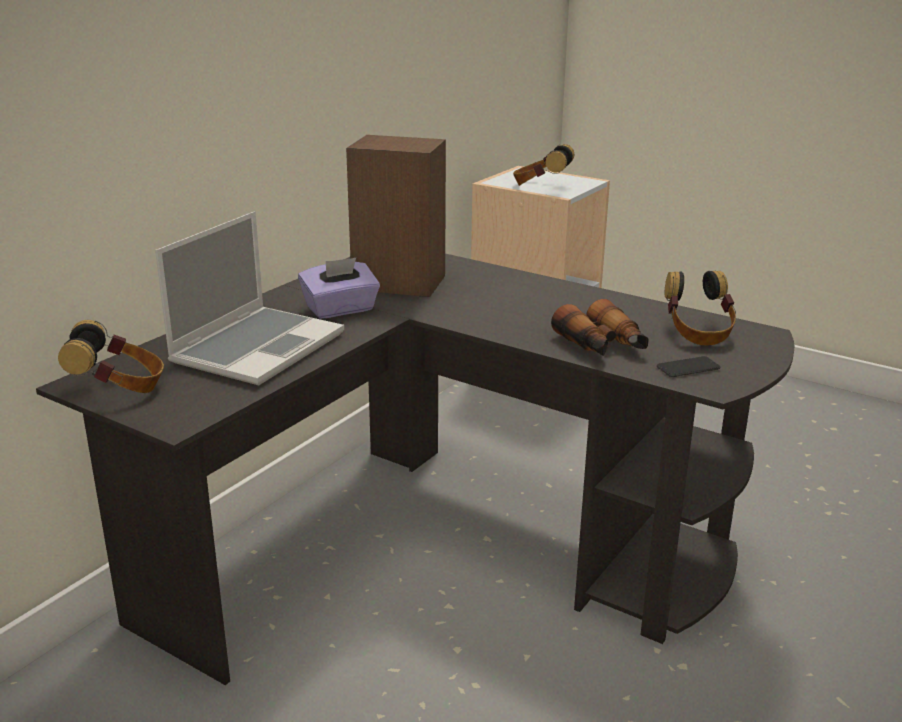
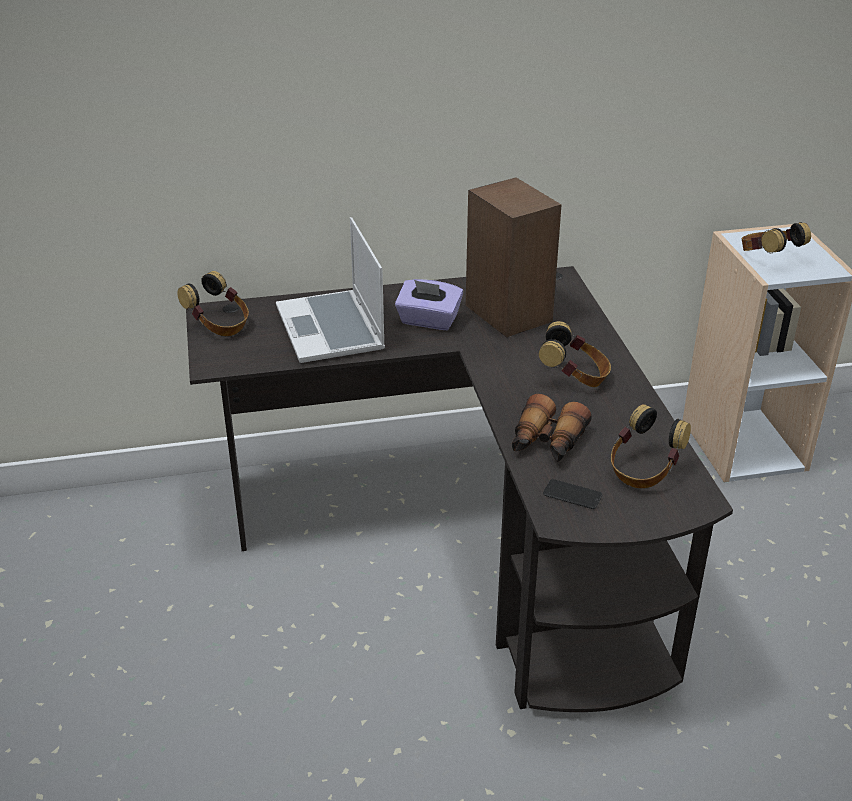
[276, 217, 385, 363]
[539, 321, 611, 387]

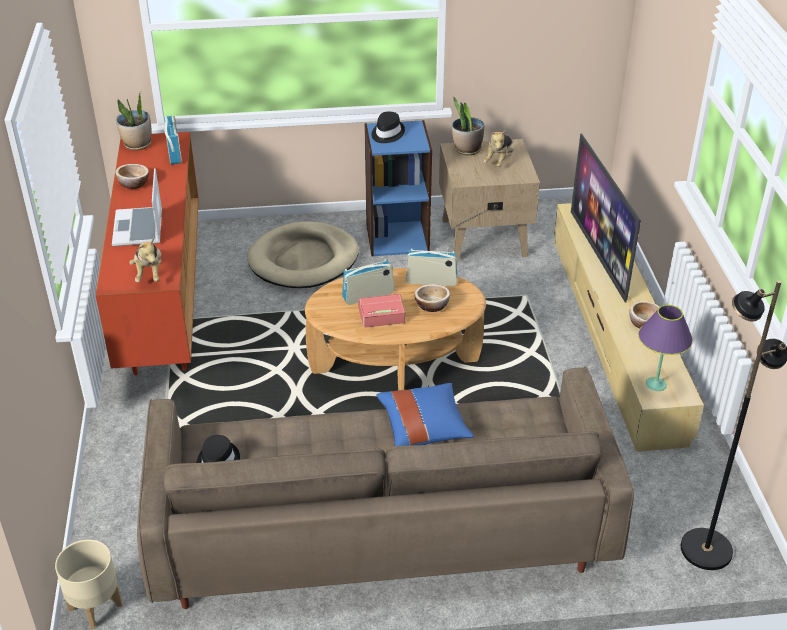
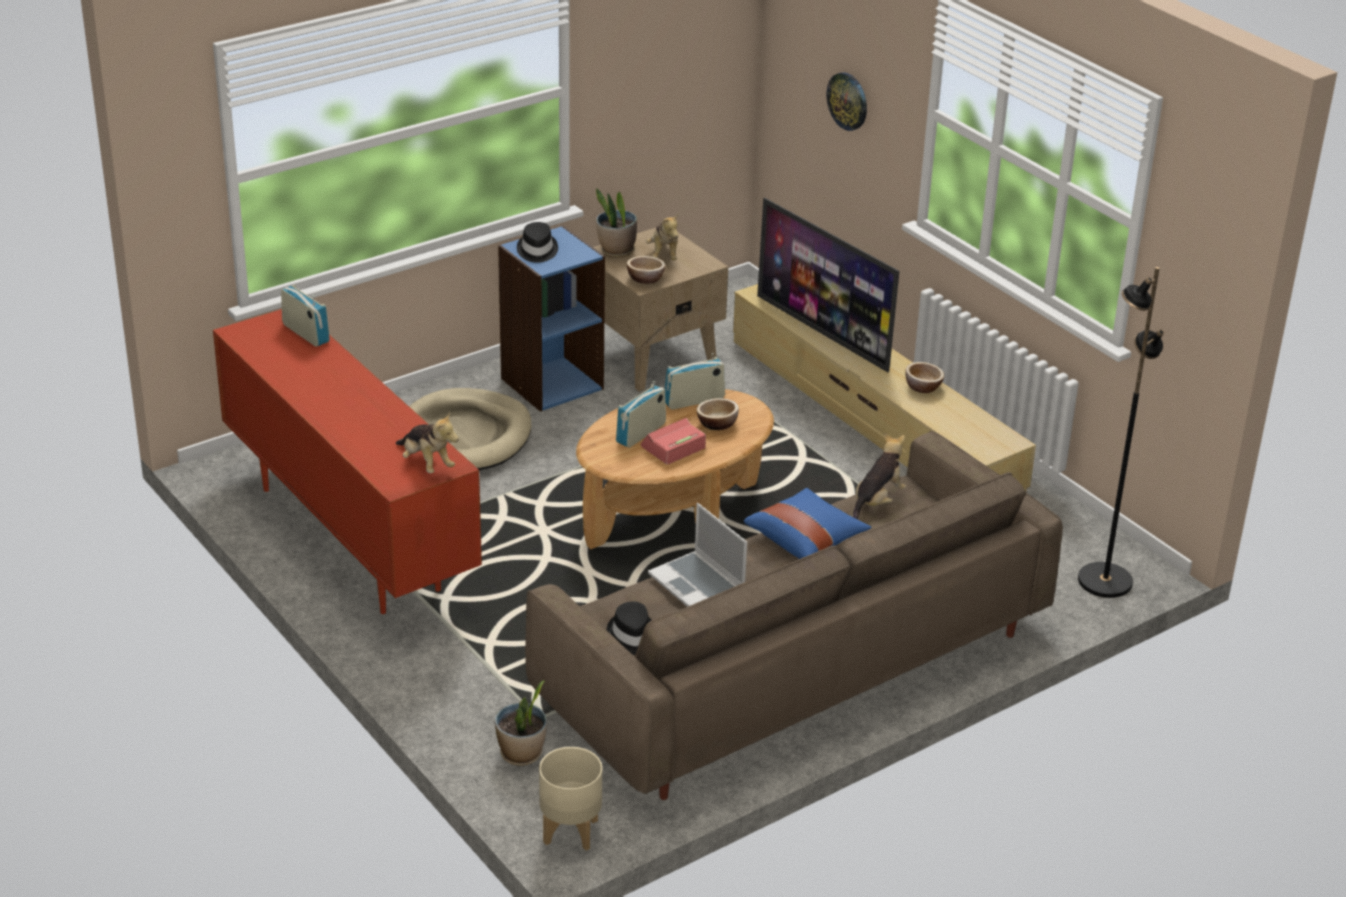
[495, 681, 547, 766]
[627, 256, 665, 284]
[648, 503, 747, 607]
[638, 305, 693, 391] (first image)
[827, 72, 867, 131]
[853, 433, 906, 520]

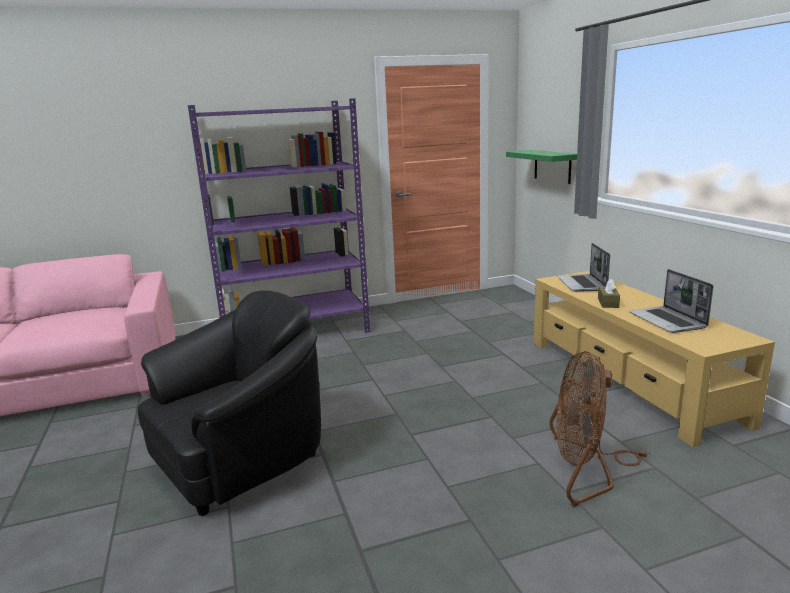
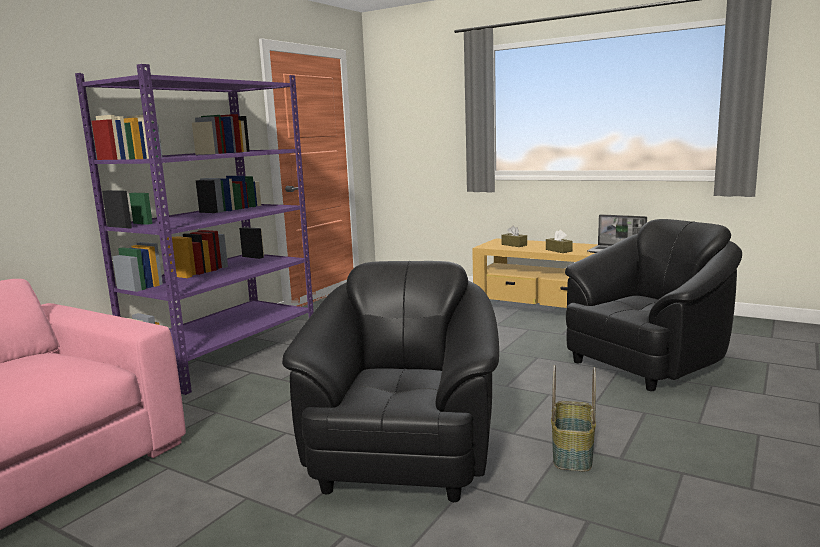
[506, 150, 577, 184] (first image)
[501, 225, 527, 247]
[565, 219, 742, 391]
[551, 365, 596, 471]

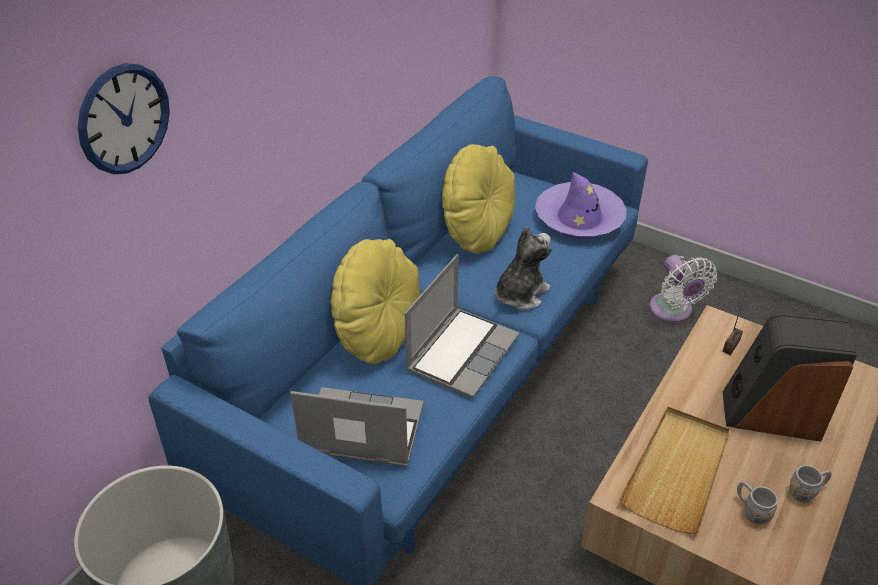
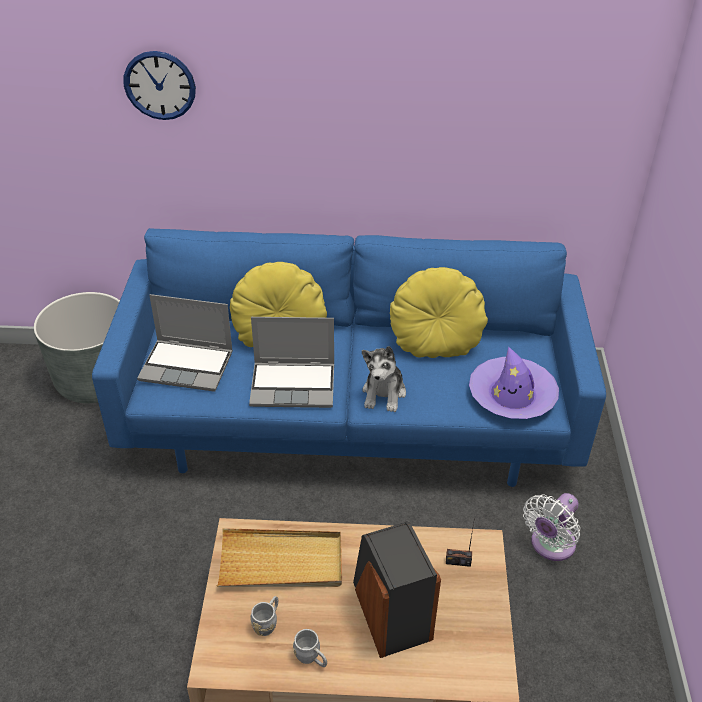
[362, 346, 406, 412]
[137, 294, 233, 391]

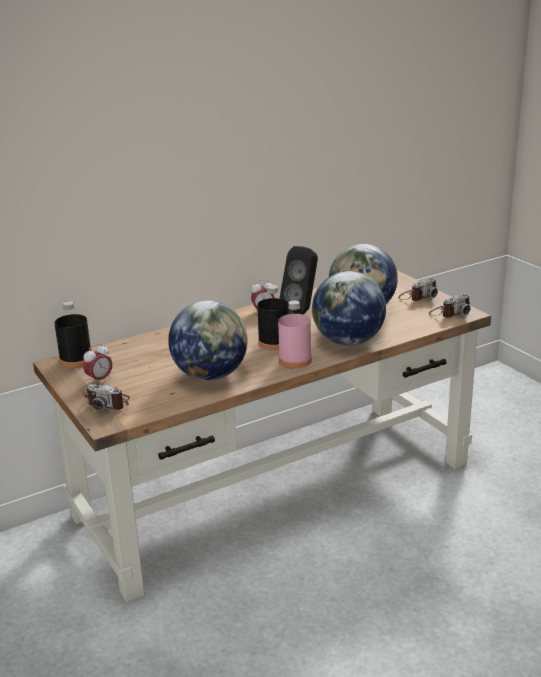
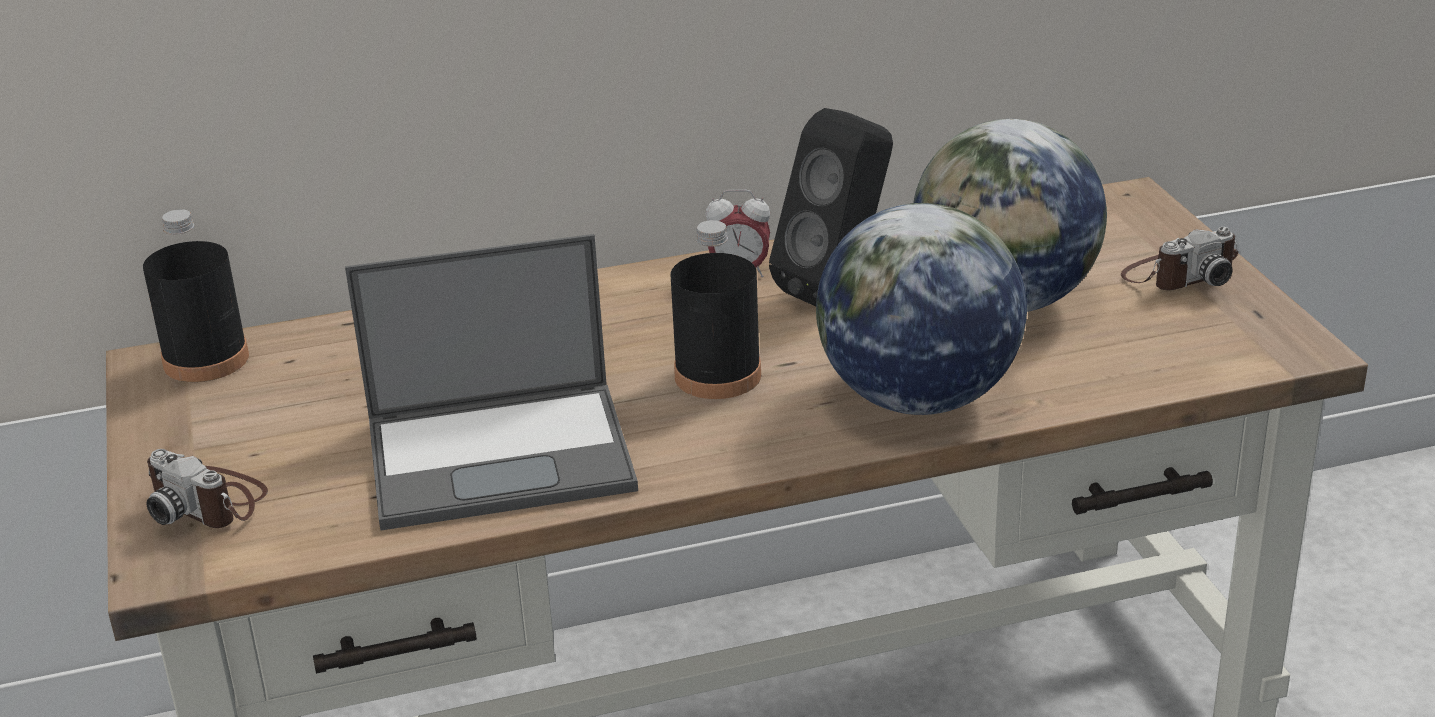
[429, 293, 471, 318] (first image)
[278, 300, 312, 369] (first image)
[345, 234, 638, 530]
[83, 343, 112, 385] (first image)

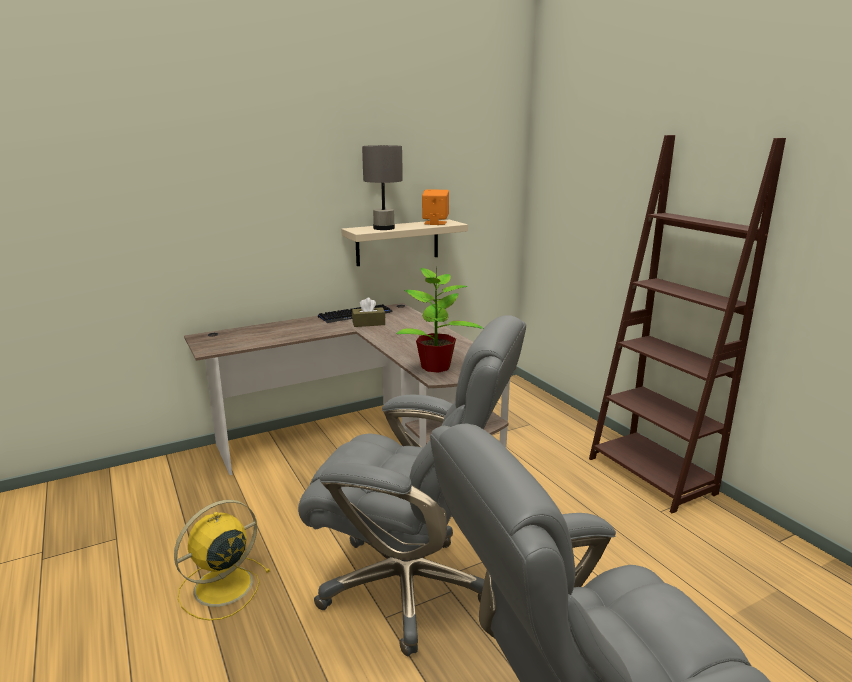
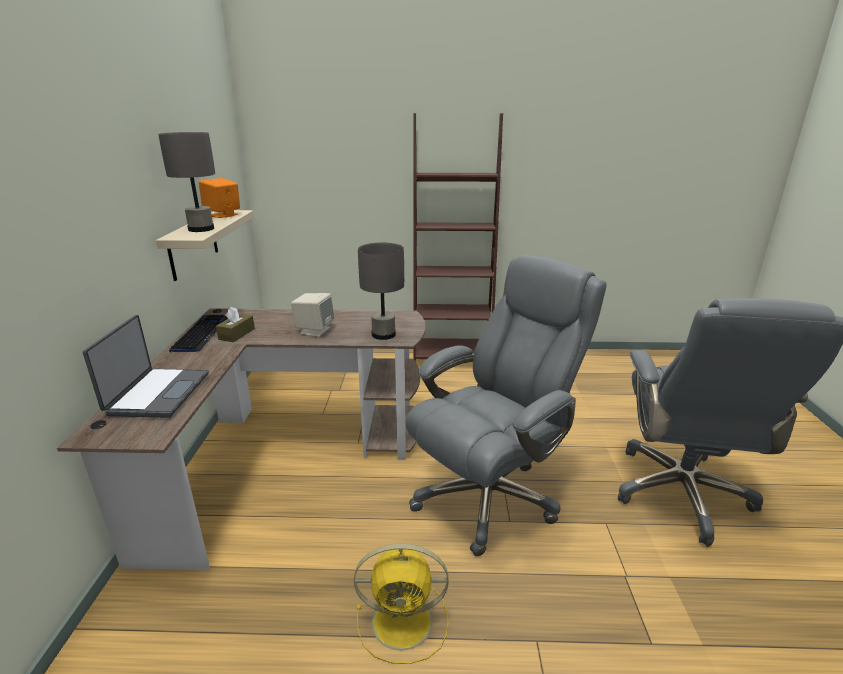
[358, 243, 404, 340]
[354, 544, 448, 664]
[291, 293, 335, 337]
[83, 315, 209, 418]

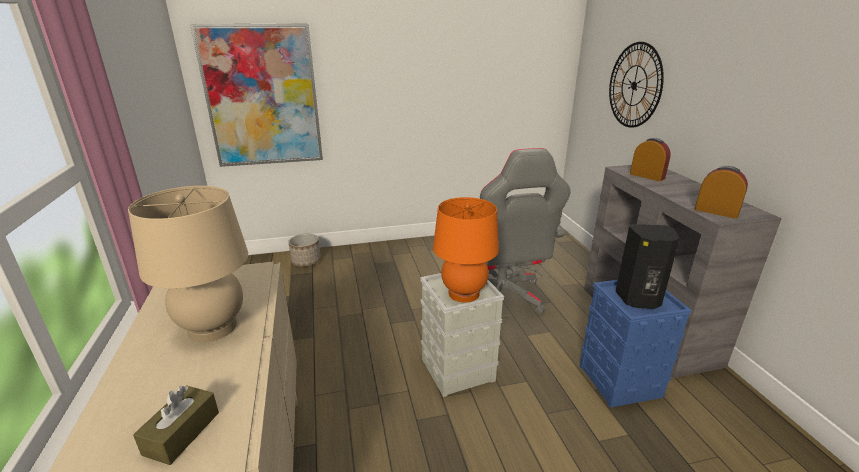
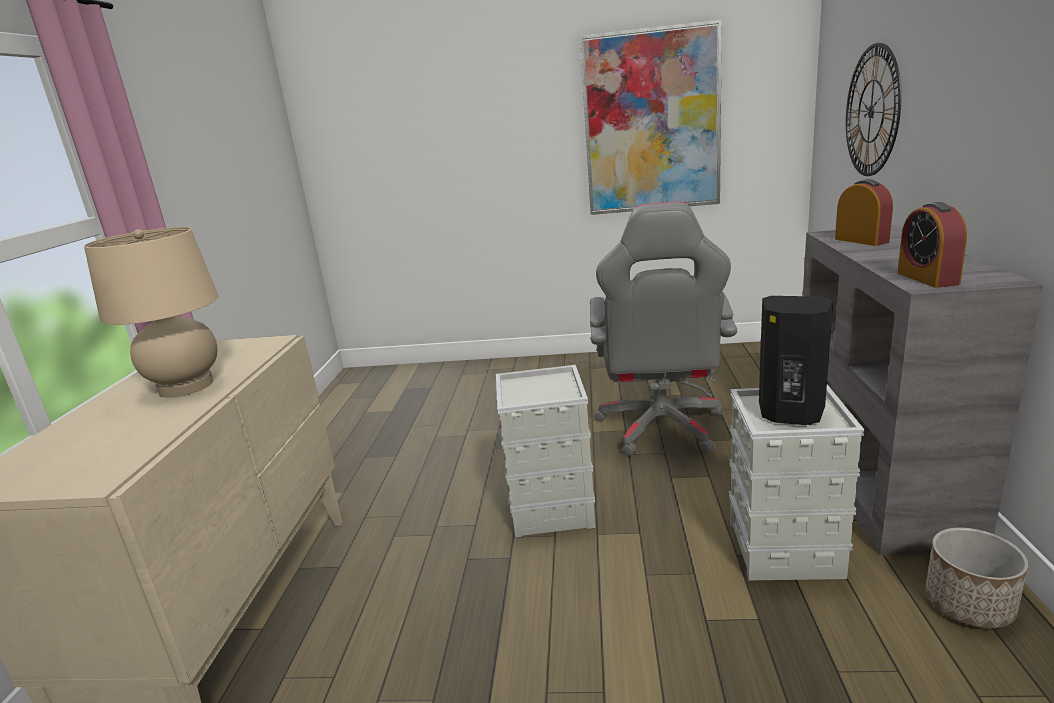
[580, 20, 722, 215]
[897, 202, 967, 288]
[433, 197, 499, 302] (first image)
[926, 528, 1028, 628]
[729, 385, 865, 580]
[133, 385, 219, 465] (first image)

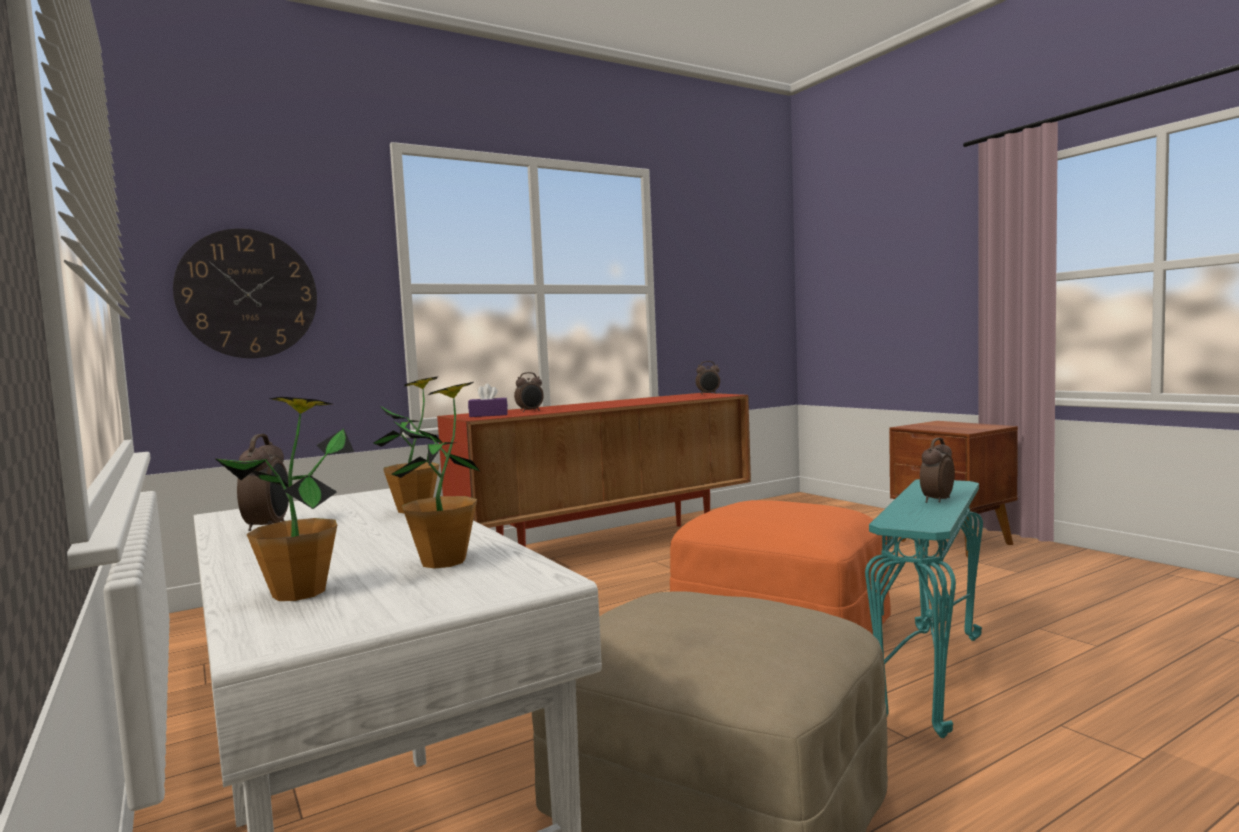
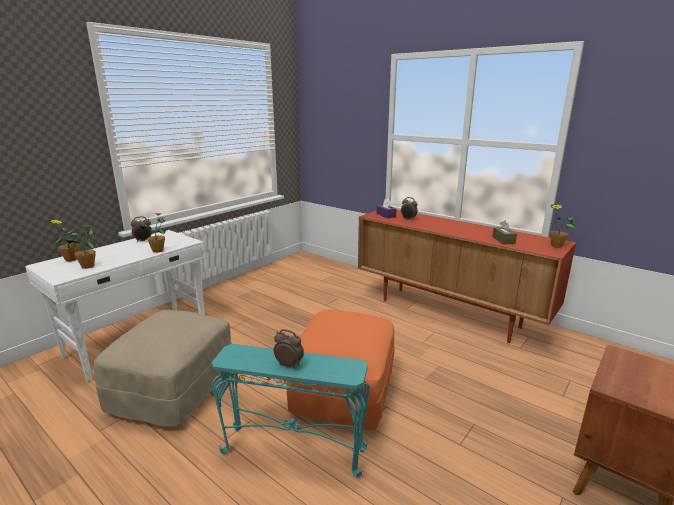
[173, 228, 317, 358] (first image)
[550, 204, 575, 248]
[492, 220, 517, 244]

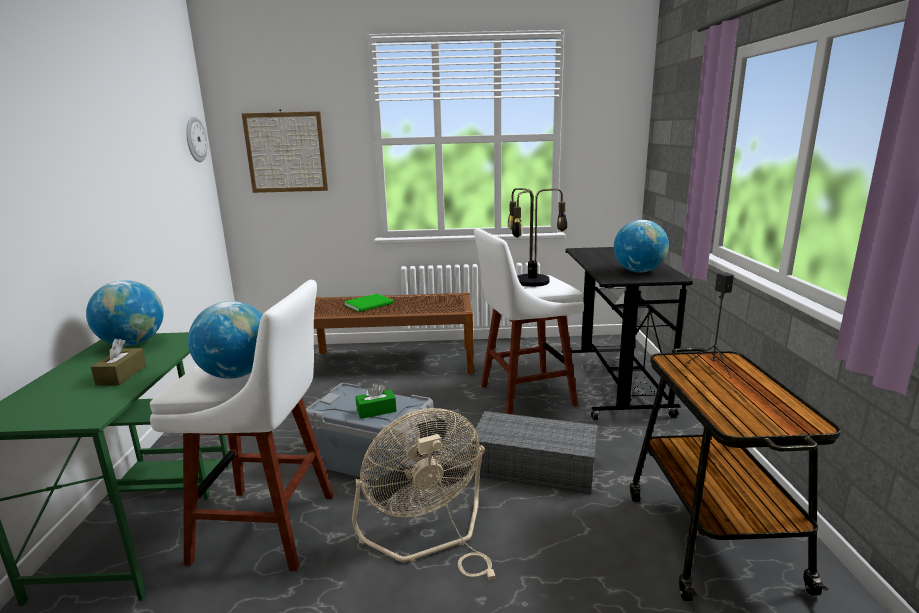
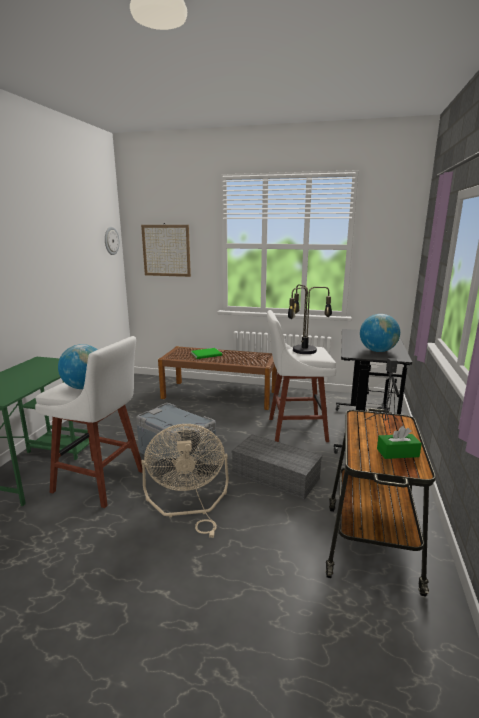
[86, 280, 164, 346] (first image)
[91, 339, 146, 386] (first image)
[377, 426, 422, 459]

